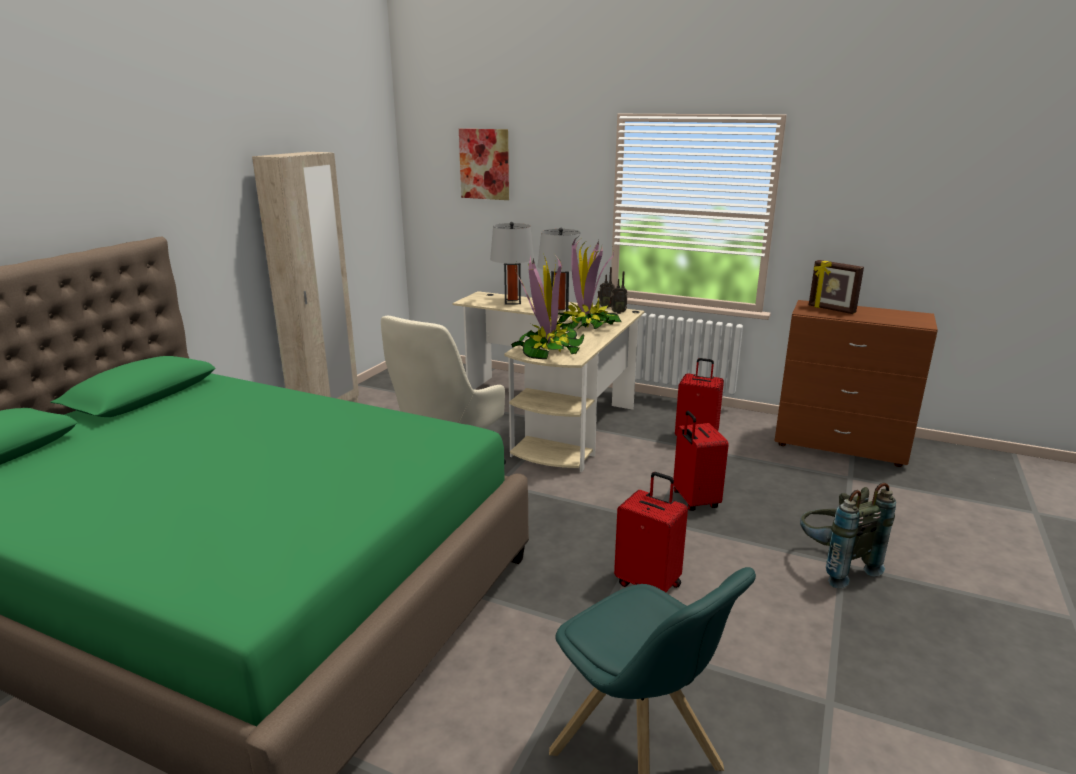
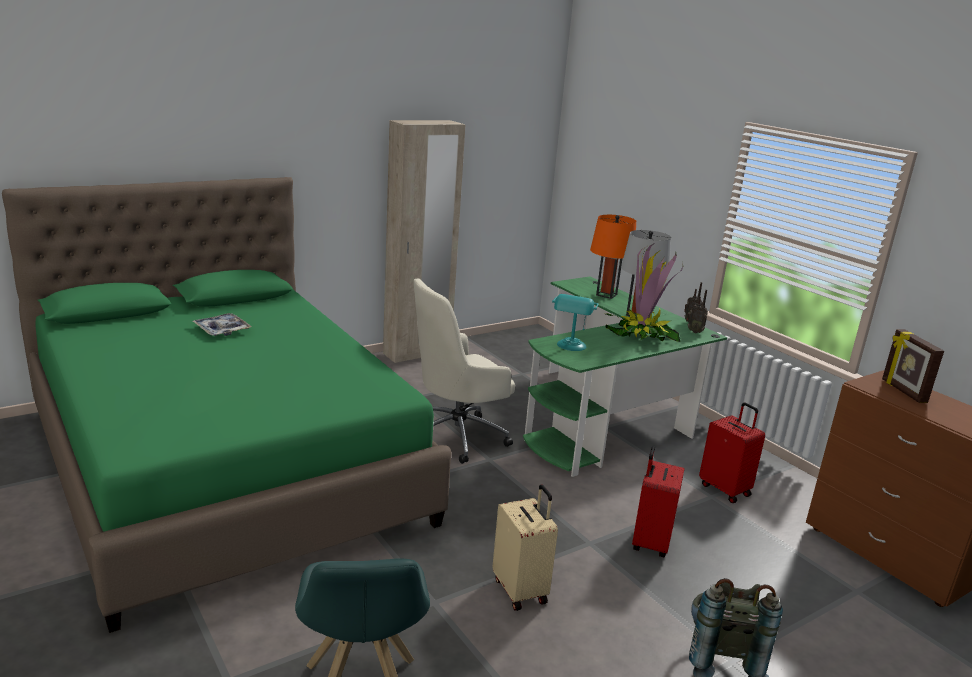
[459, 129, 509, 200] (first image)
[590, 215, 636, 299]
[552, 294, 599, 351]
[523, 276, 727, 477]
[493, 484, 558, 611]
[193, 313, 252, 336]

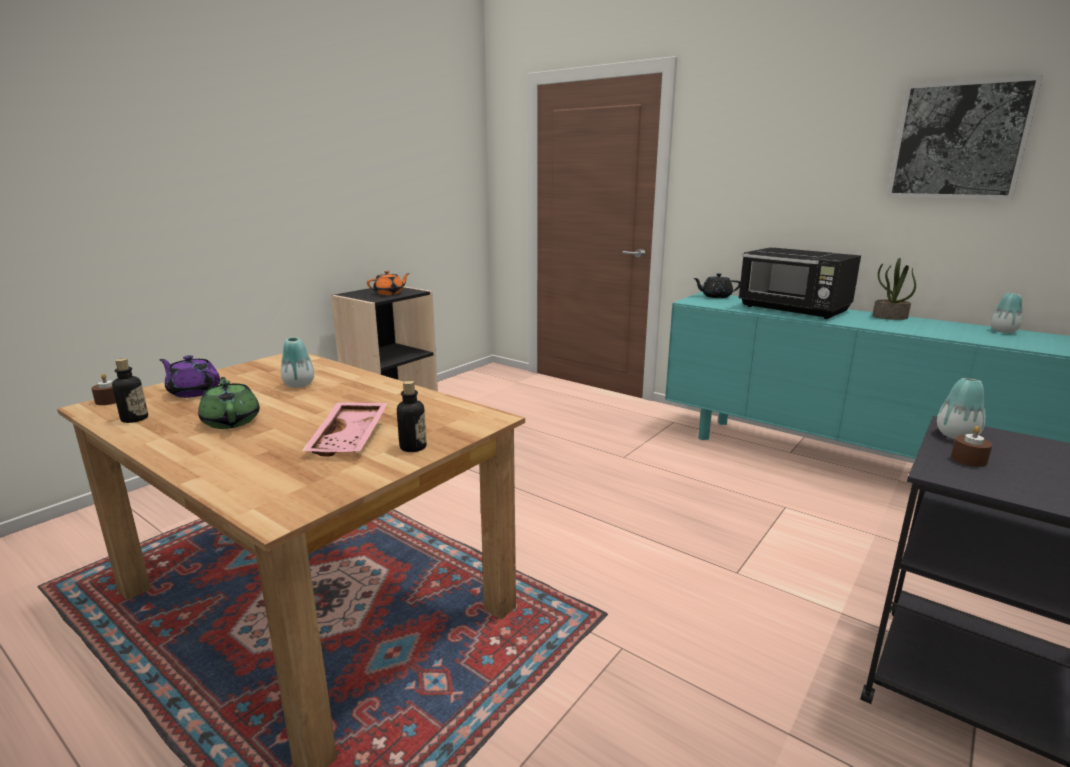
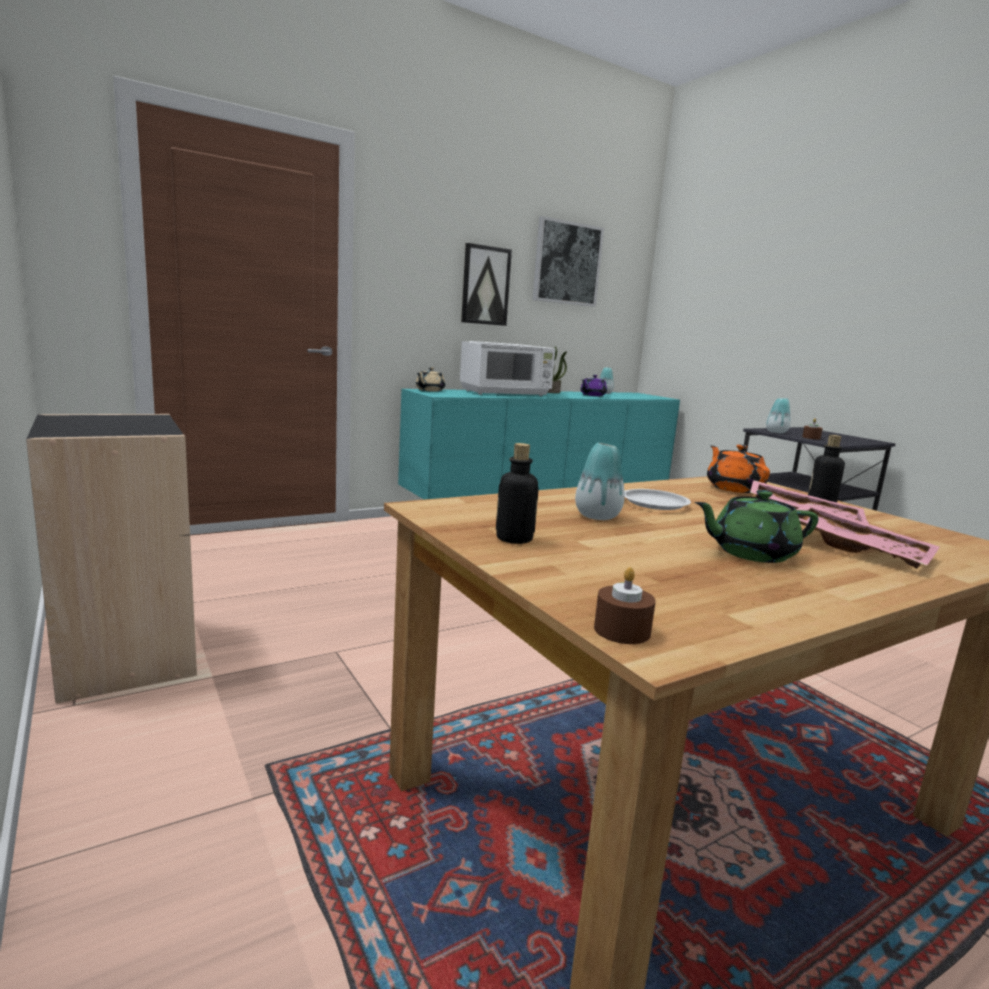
[460, 341, 555, 396]
[707, 445, 770, 493]
[416, 367, 445, 392]
[581, 375, 607, 396]
[496, 443, 539, 544]
[461, 243, 512, 326]
[624, 489, 691, 510]
[796, 503, 939, 569]

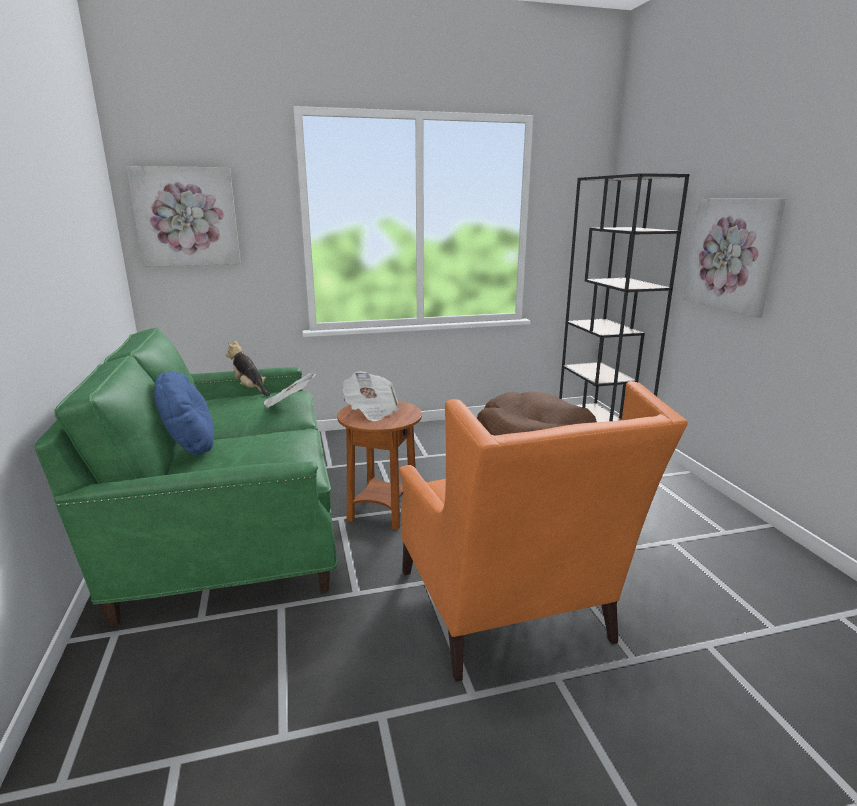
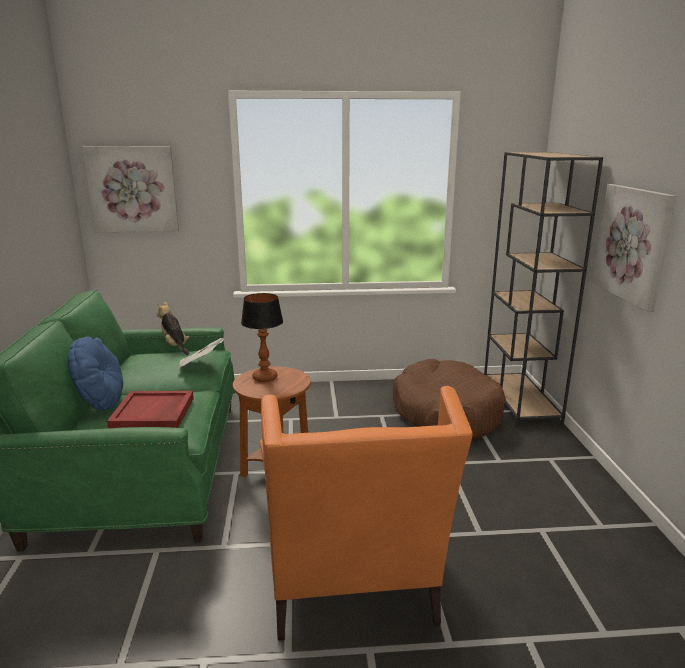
[241, 293, 283, 382]
[107, 391, 194, 428]

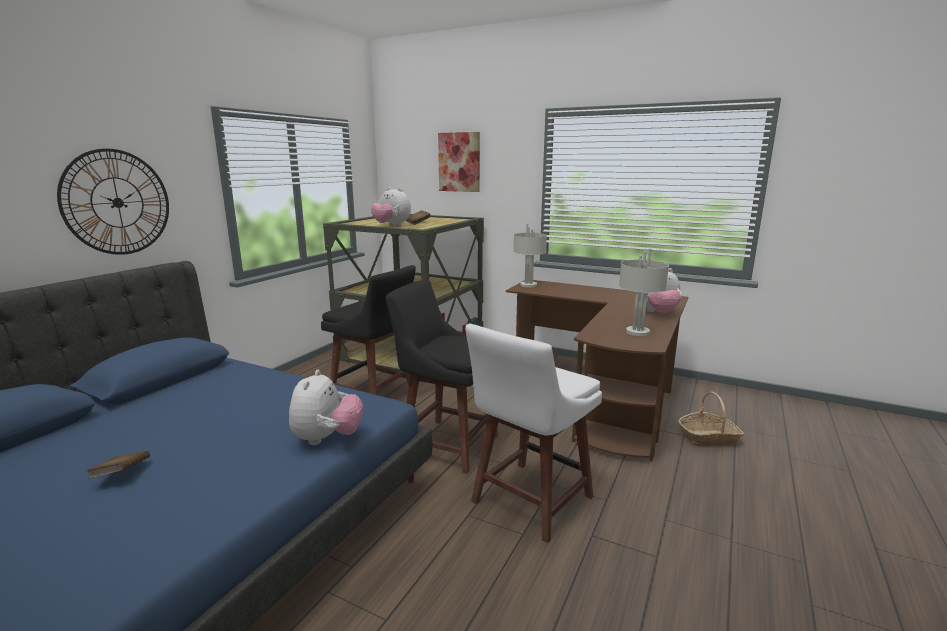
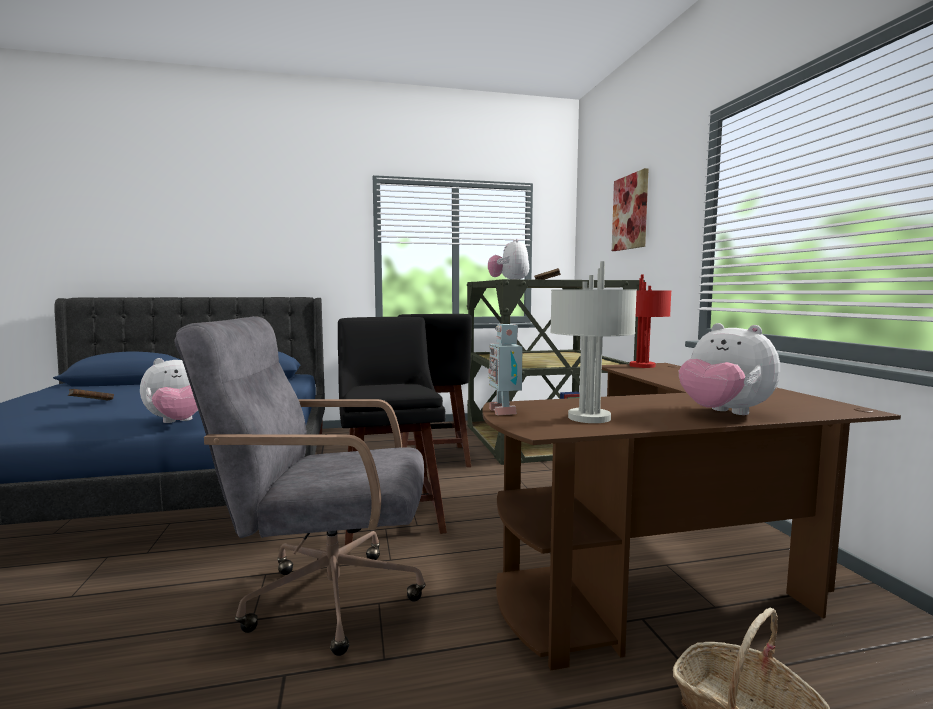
[57, 148, 169, 255] (first image)
[630, 275, 671, 368]
[174, 316, 426, 656]
[488, 324, 523, 416]

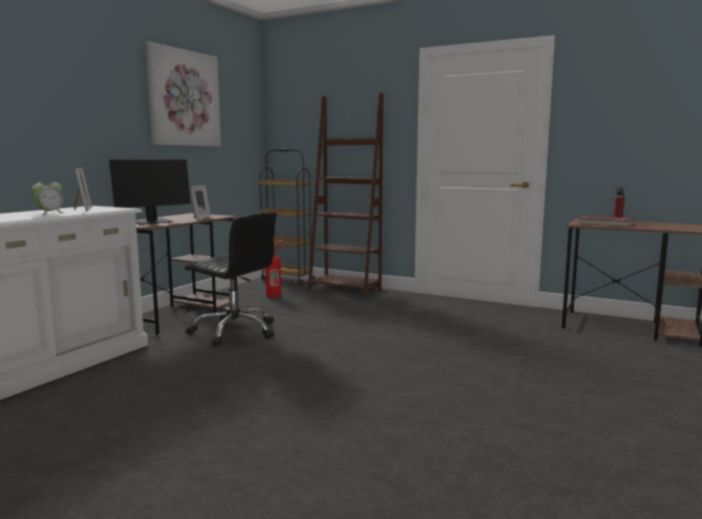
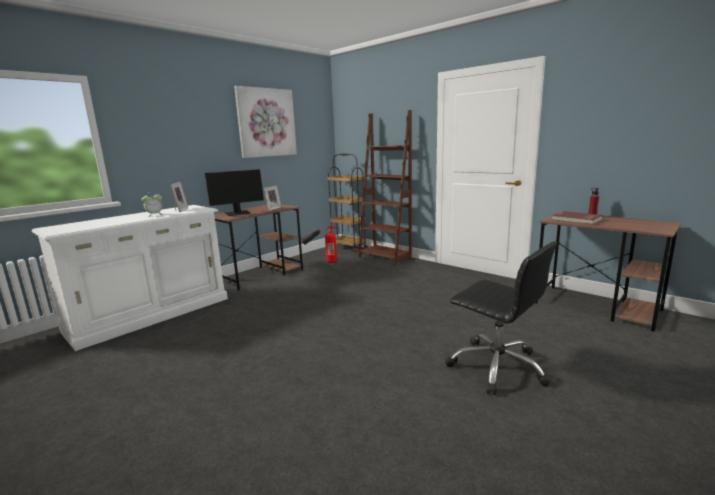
[445, 241, 557, 395]

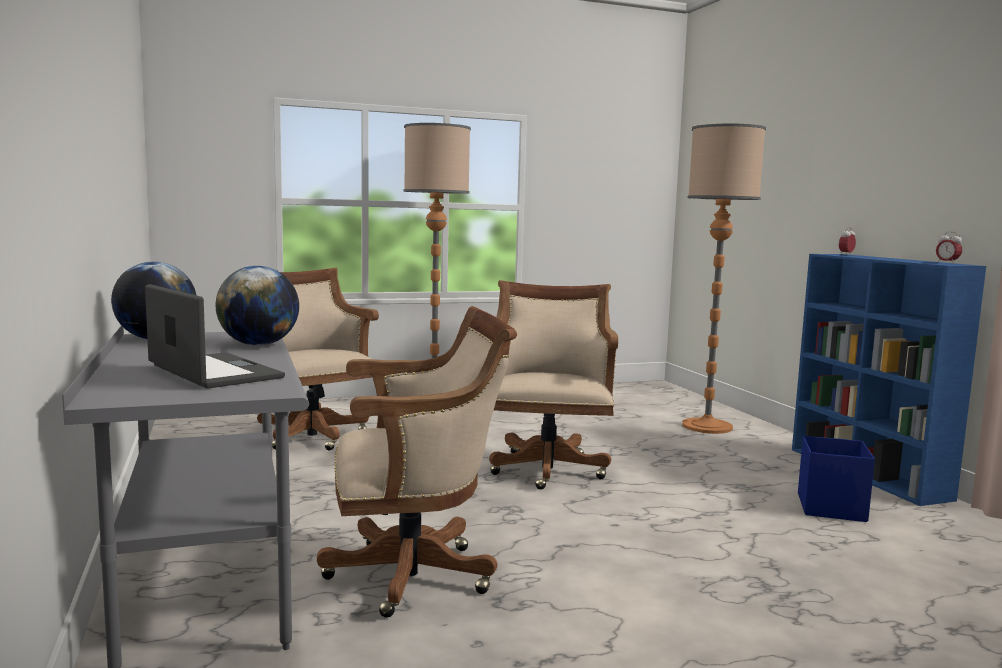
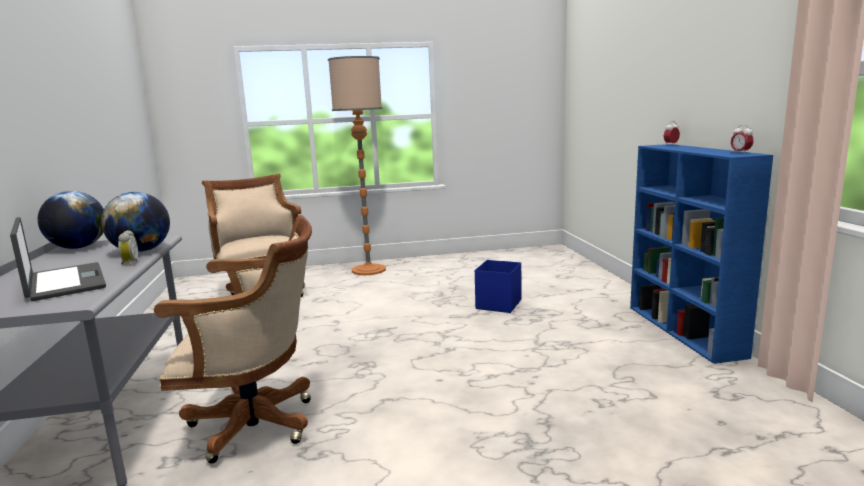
[682, 124, 766, 434] (first image)
[489, 280, 618, 489] (first image)
[475, 260, 521, 313]
[118, 230, 138, 266]

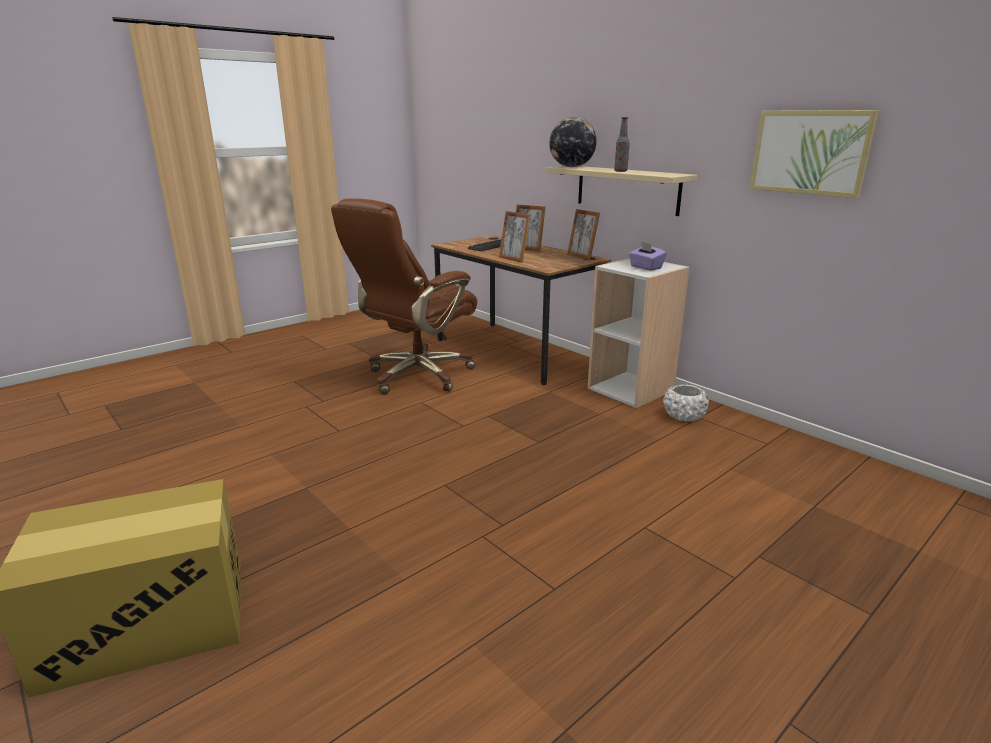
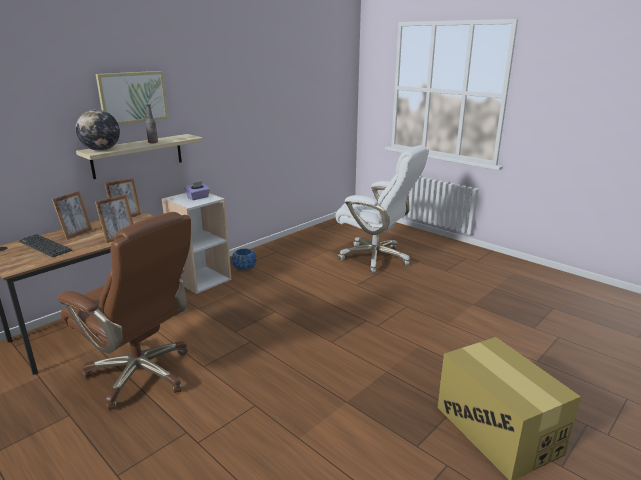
[96, 71, 168, 125]
[231, 248, 257, 270]
[336, 145, 429, 273]

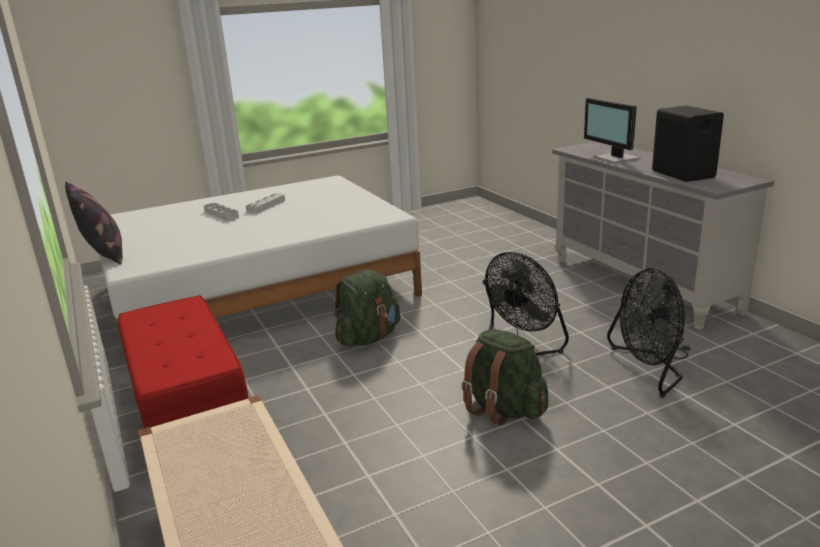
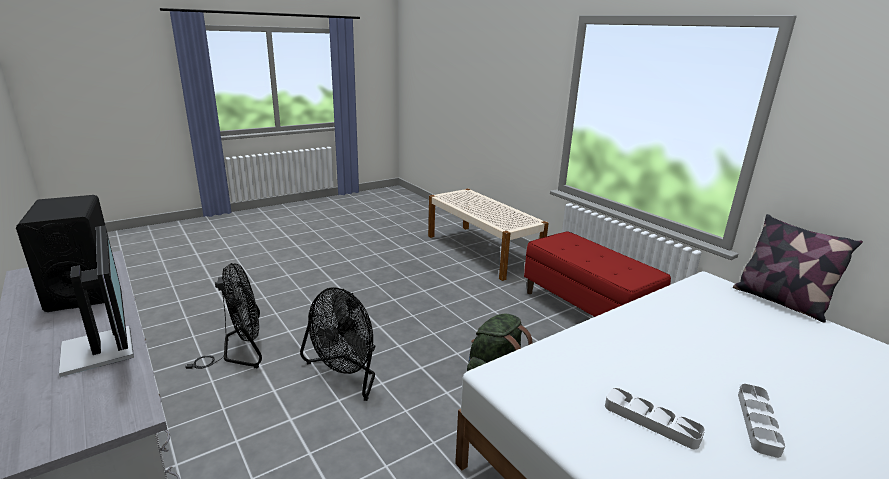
[605, 388, 705, 449]
[461, 330, 548, 426] (first image)

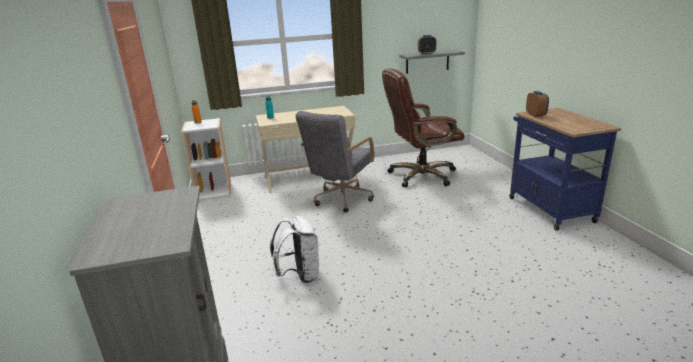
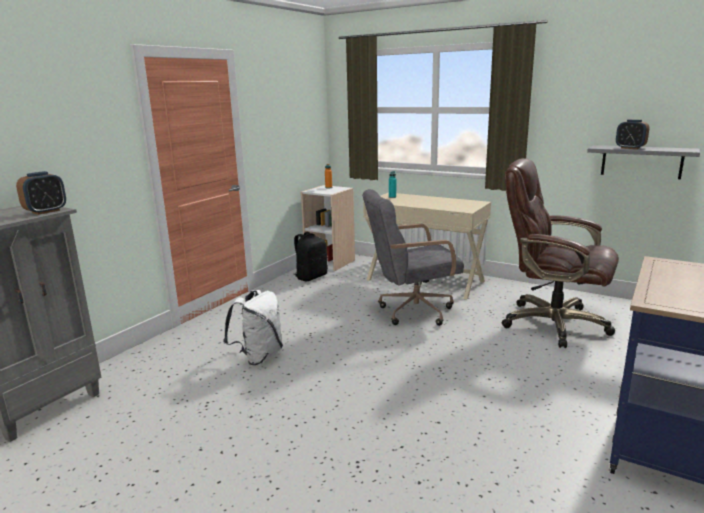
[16, 171, 66, 215]
[294, 232, 328, 281]

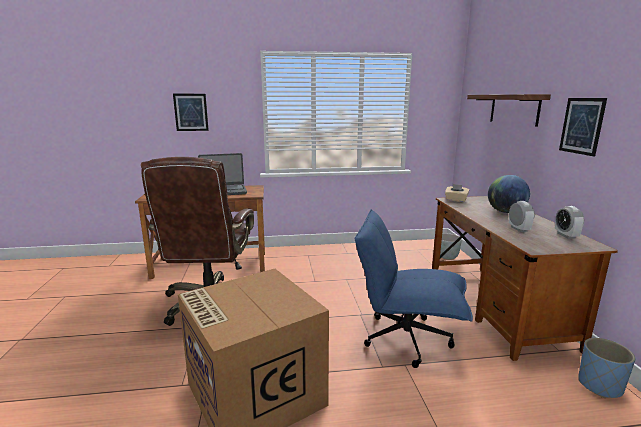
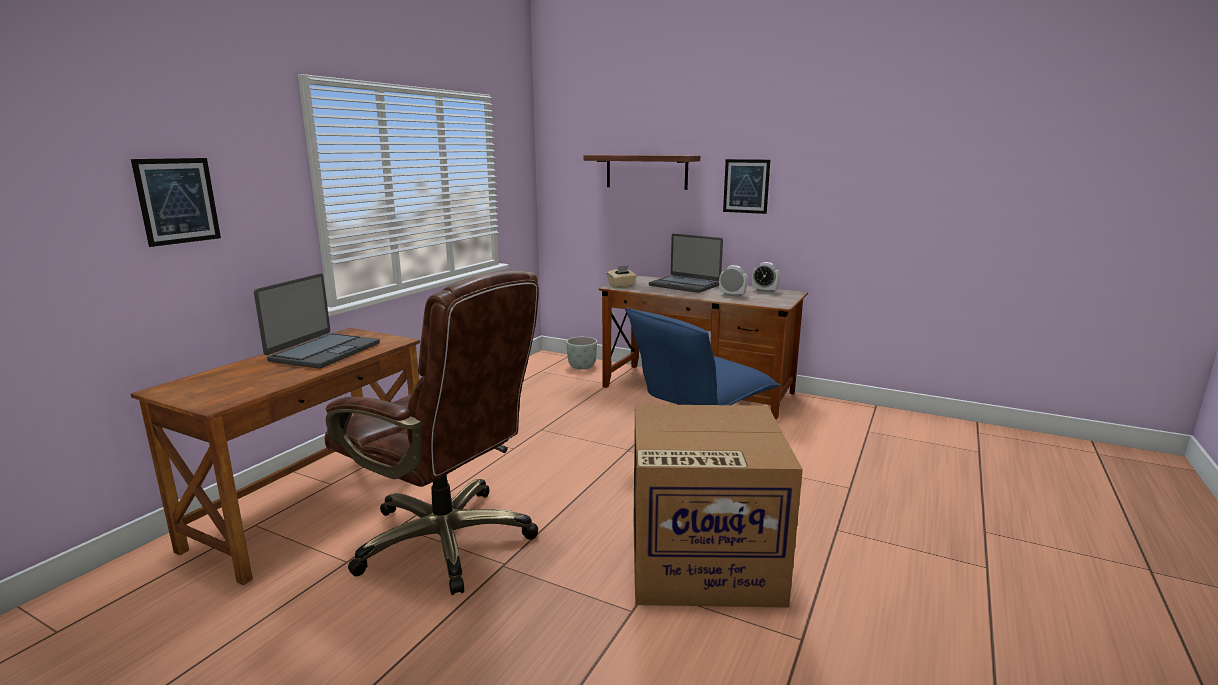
[649, 234, 723, 293]
[578, 338, 635, 398] (first image)

